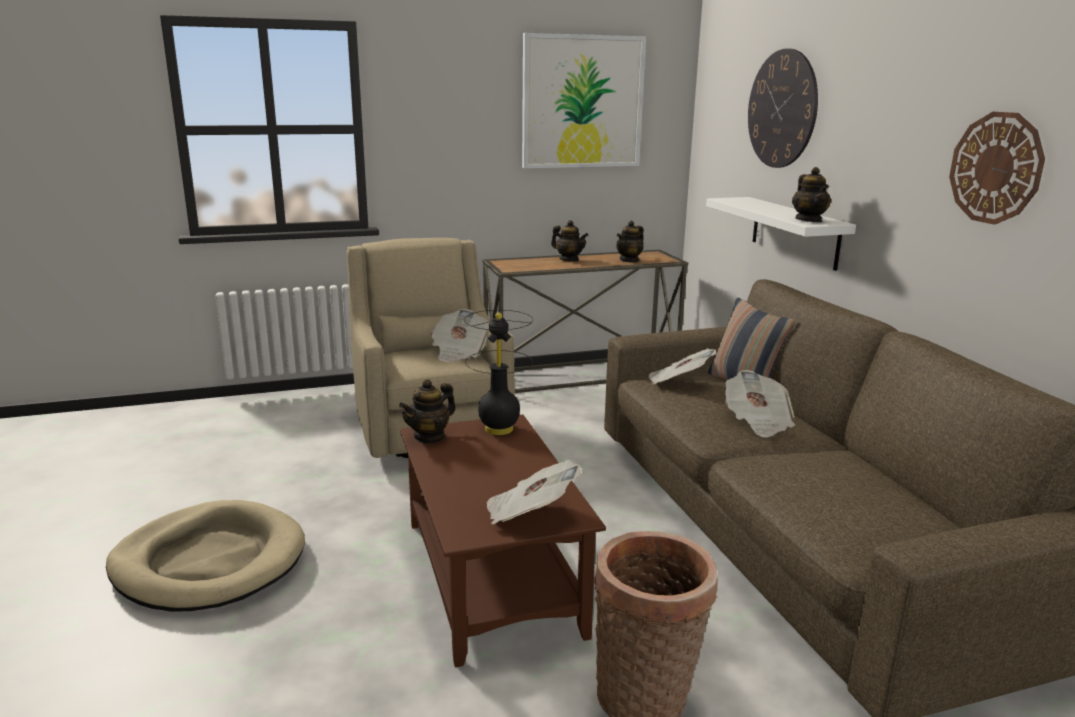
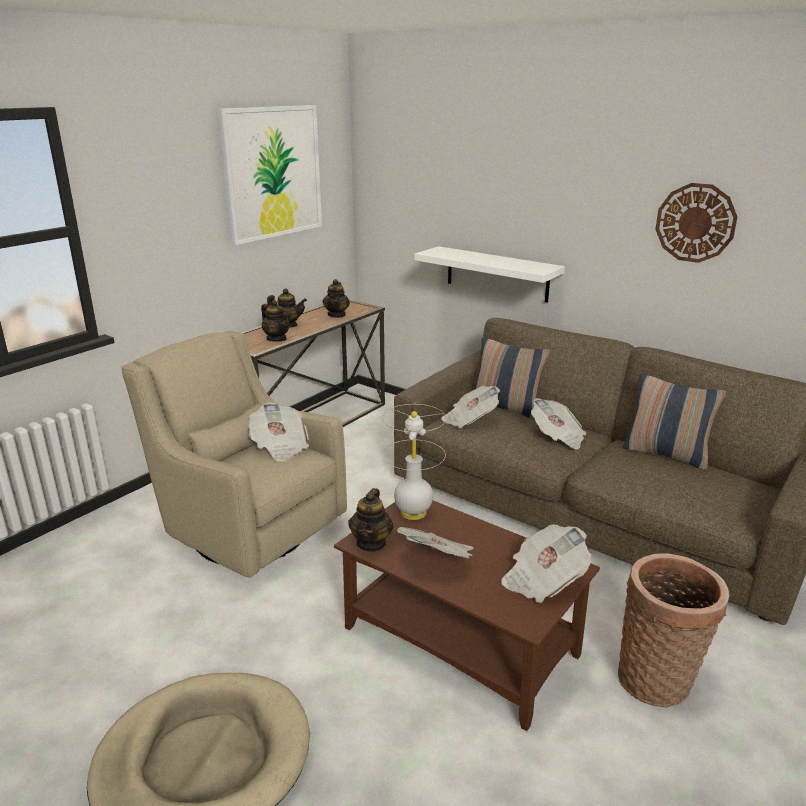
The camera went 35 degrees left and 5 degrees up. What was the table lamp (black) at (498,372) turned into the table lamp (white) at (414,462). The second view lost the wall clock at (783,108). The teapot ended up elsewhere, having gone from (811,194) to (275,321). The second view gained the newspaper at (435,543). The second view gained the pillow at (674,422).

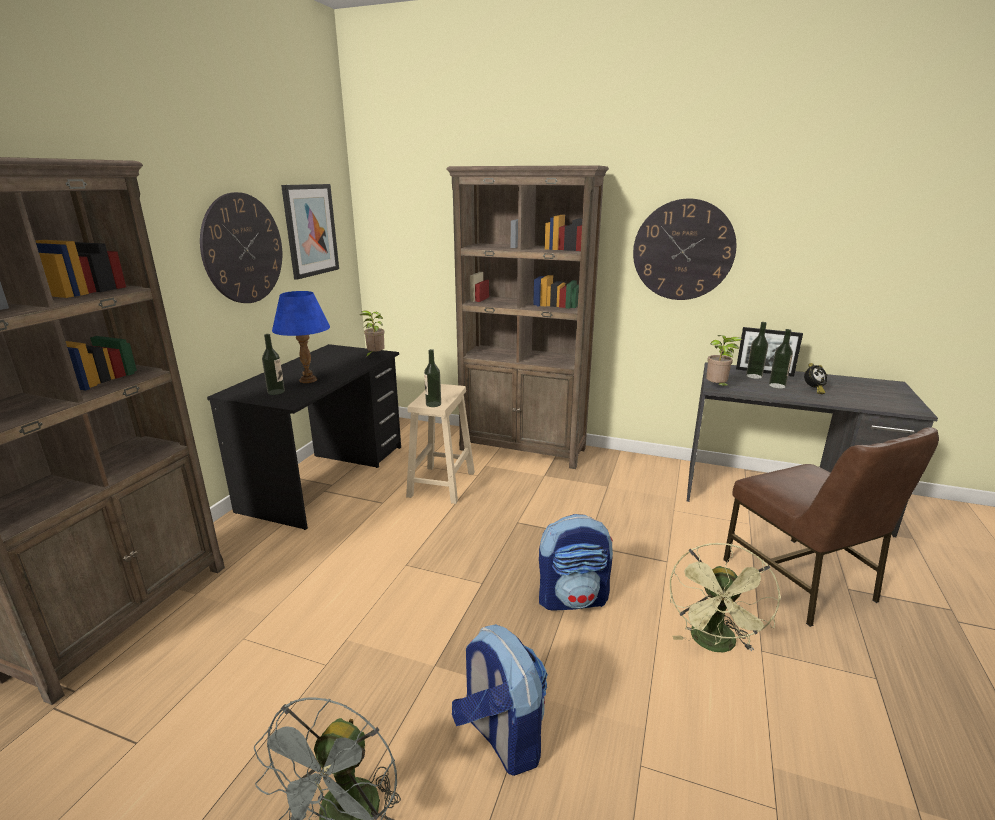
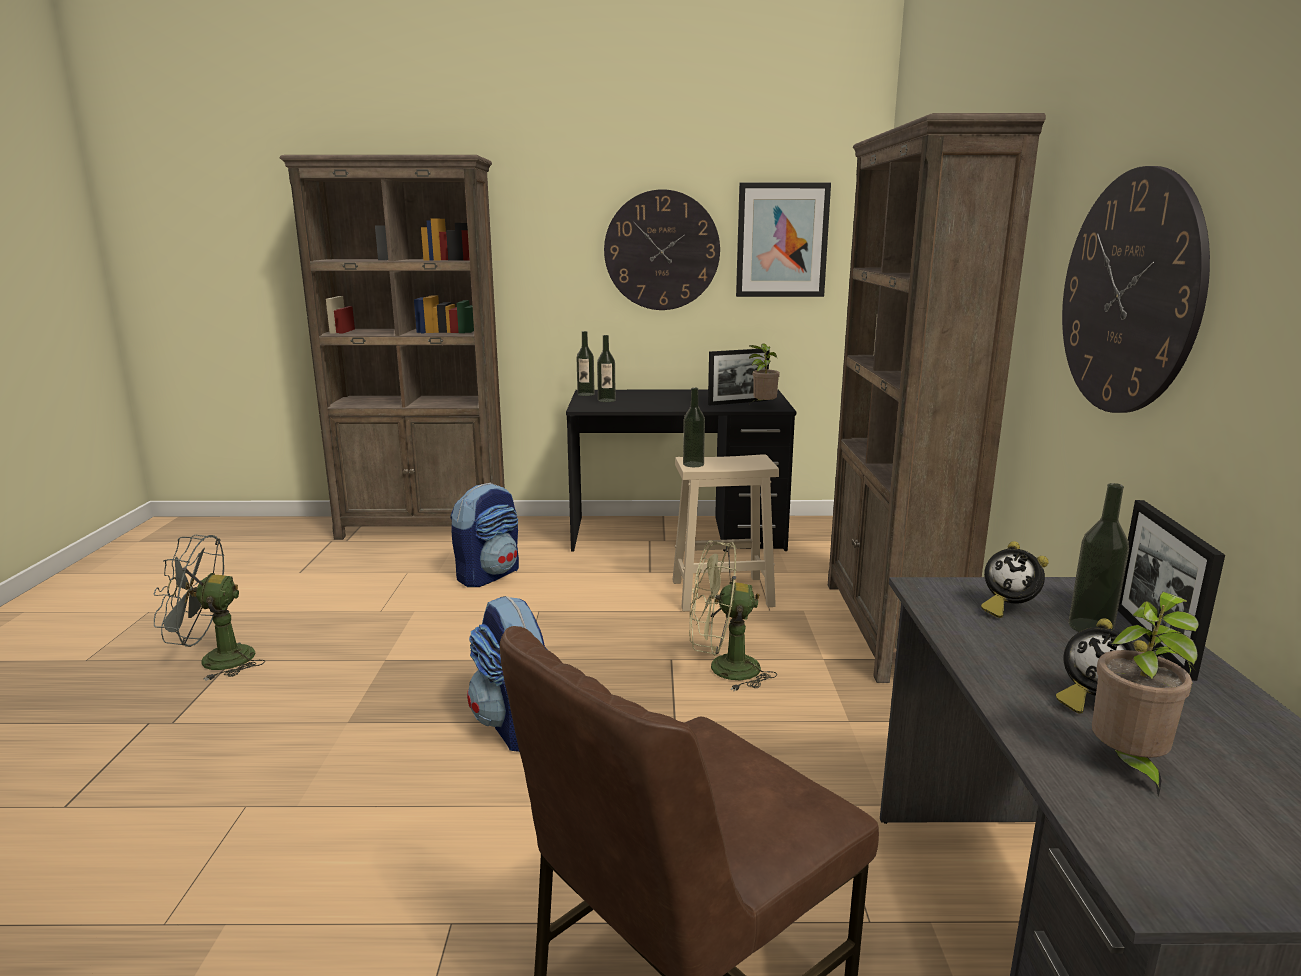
The camera went 70 degrees right and 5 degrees down. The second view lost the table lamp (blue) at (301,337). The backpack ended up elsewhere, having gone from (500,700) to (484,535). The fan (green) ended up elsewhere, having gone from (725,598) to (733,616). The potted plant ended up elsewhere, having gone from (724,360) to (1145,694). The bottle ended up elsewhere, having gone from (781,359) to (586,363). The second view gained the picture frame at (739,377). The second view gained the alarm clock at (1015,579).

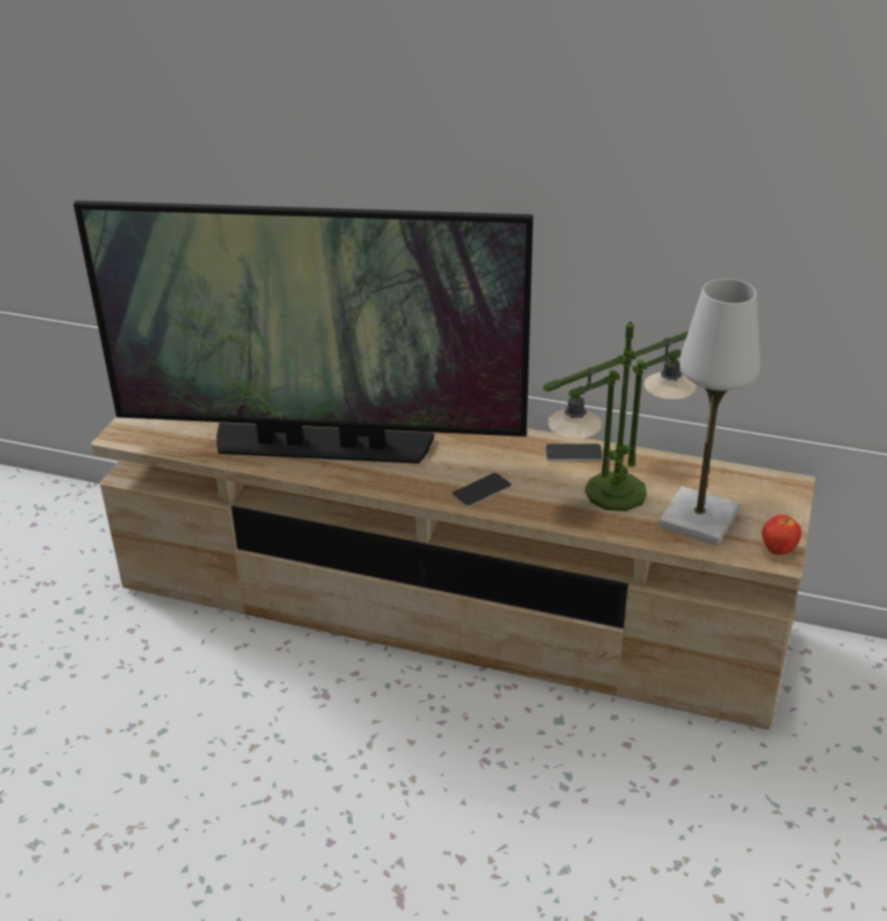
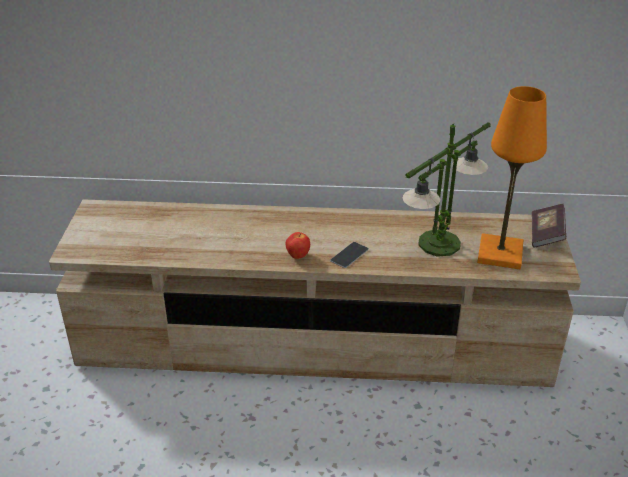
The camera went 15 degrees left and 0 degrees up. The second view lost the television at (303,332). The second view lost the phone at (574,452). What was the table lamp (white) at (709,412) turned into the table lamp (orange) at (512,177). The apple ended up elsewhere, having gone from (781,535) to (298,245). The second view gained the book at (549,226).

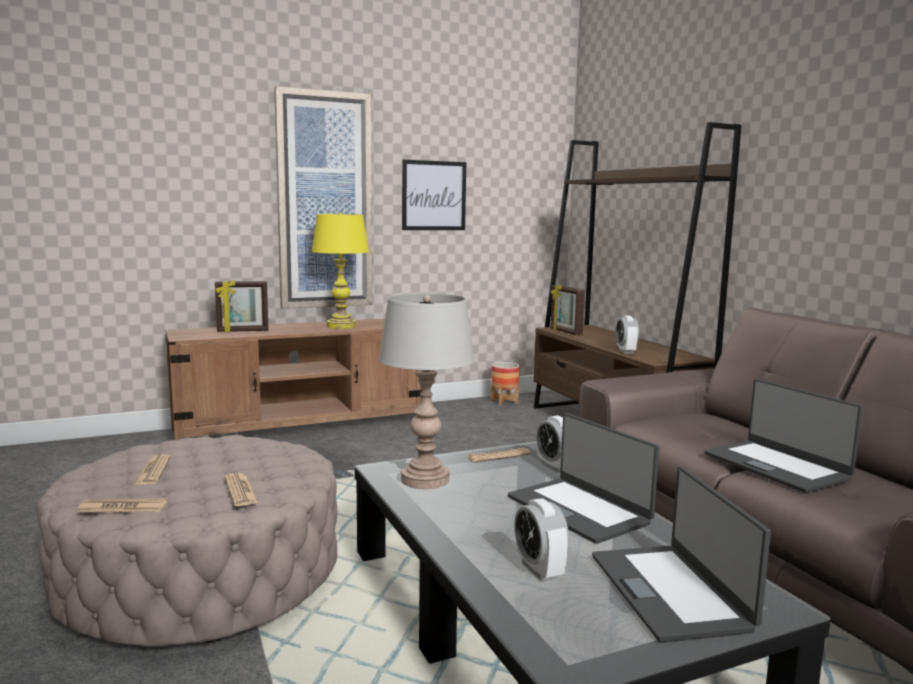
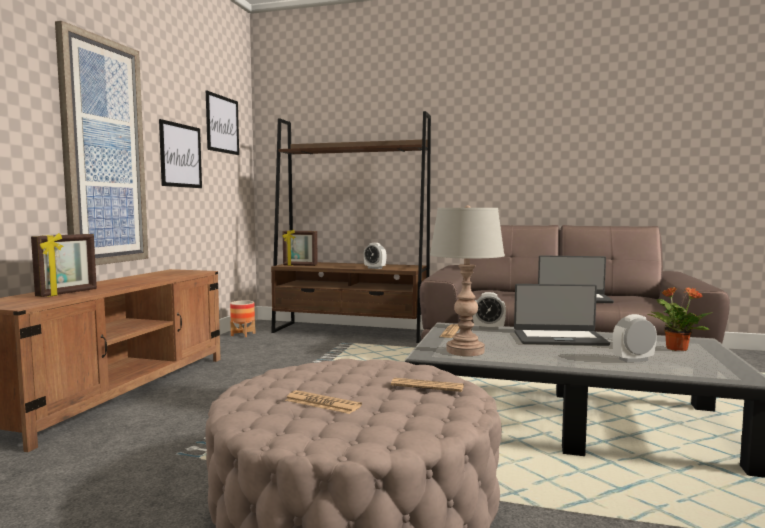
The camera went 50 degrees left and 5 degrees down. The second view lost the newspaper at (121,506). The second view lost the table lamp (yellow) at (340,271). The alarm clock at (541,539) ended up facing another way, 150 degrees clockwise from before. Where the laptop stood at (681,554), the potted plant came to stand at (680,319). The second view gained the picture at (222,123).

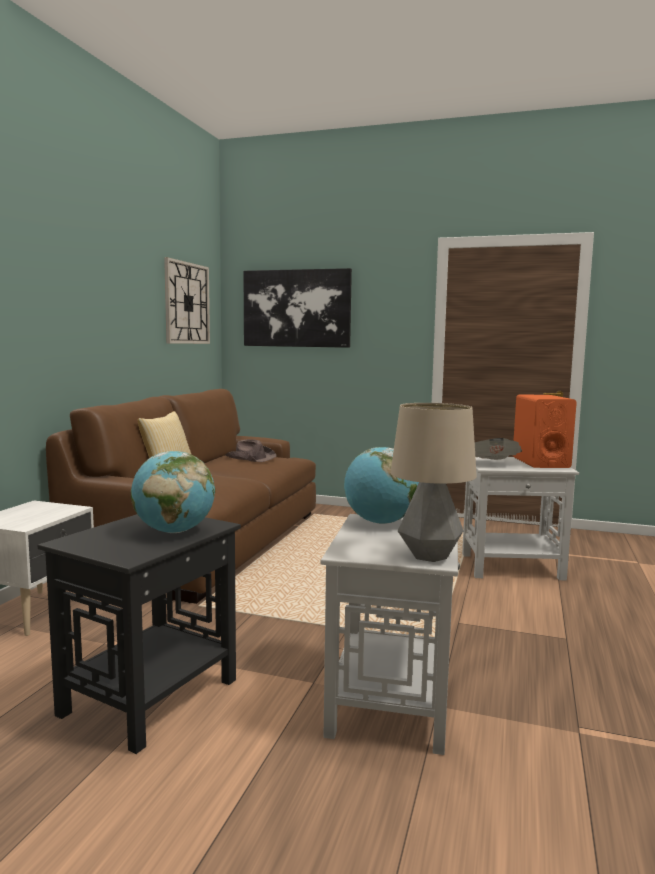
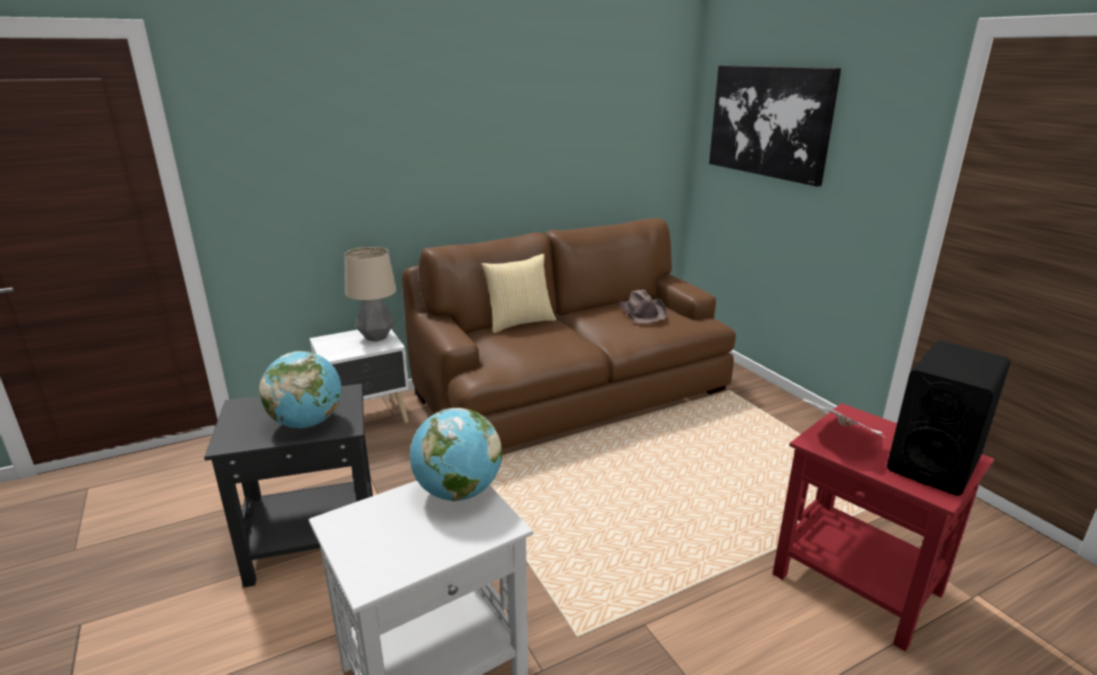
The camera went 45 degrees right and 15 degrees up. The second view lost the wall clock at (187,300). The table lamp ended up elsewhere, having gone from (434,482) to (371,294). What was the side table (white) at (520,518) turned into the side table (red) at (883,527). What was the speaker (orange) at (545,431) turned into the speaker (black) at (949,418).

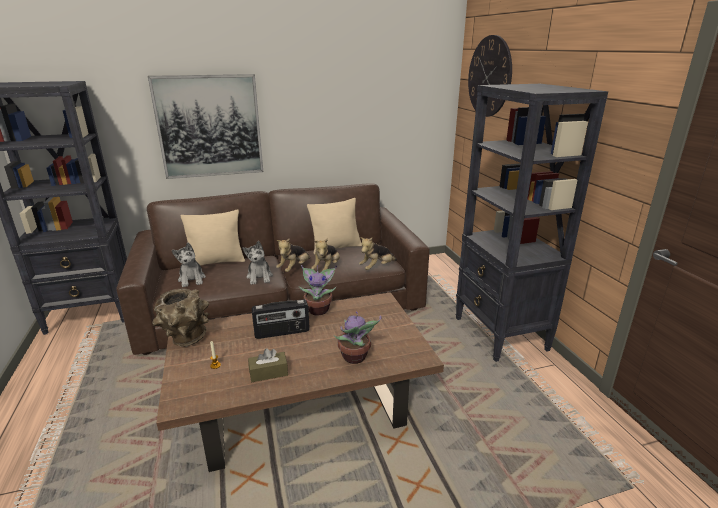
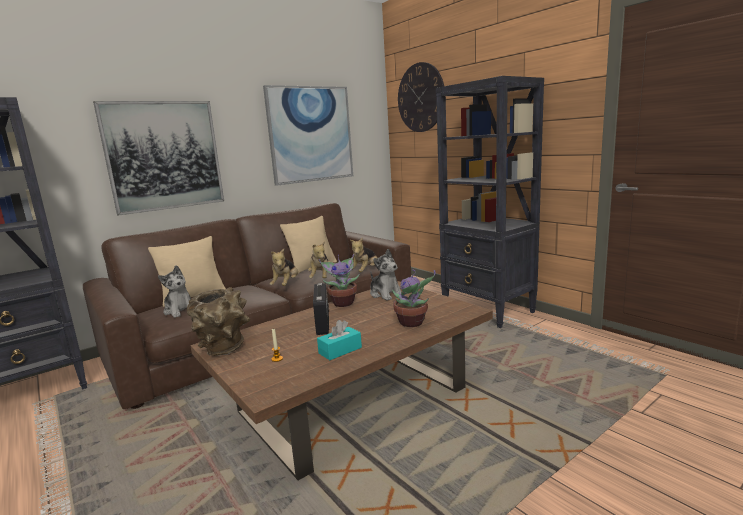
The camera went 20 degrees left and 10 degrees down. The plush toy ended up elsewhere, having gone from (257,263) to (386,275). What was the tissue box (brown) at (268,365) turned into the tissue box (turquoise) at (339,340). The radio at (281,319) ended up facing another way, 60 degrees counterclockwise from before. The second view gained the picture at (308,135).

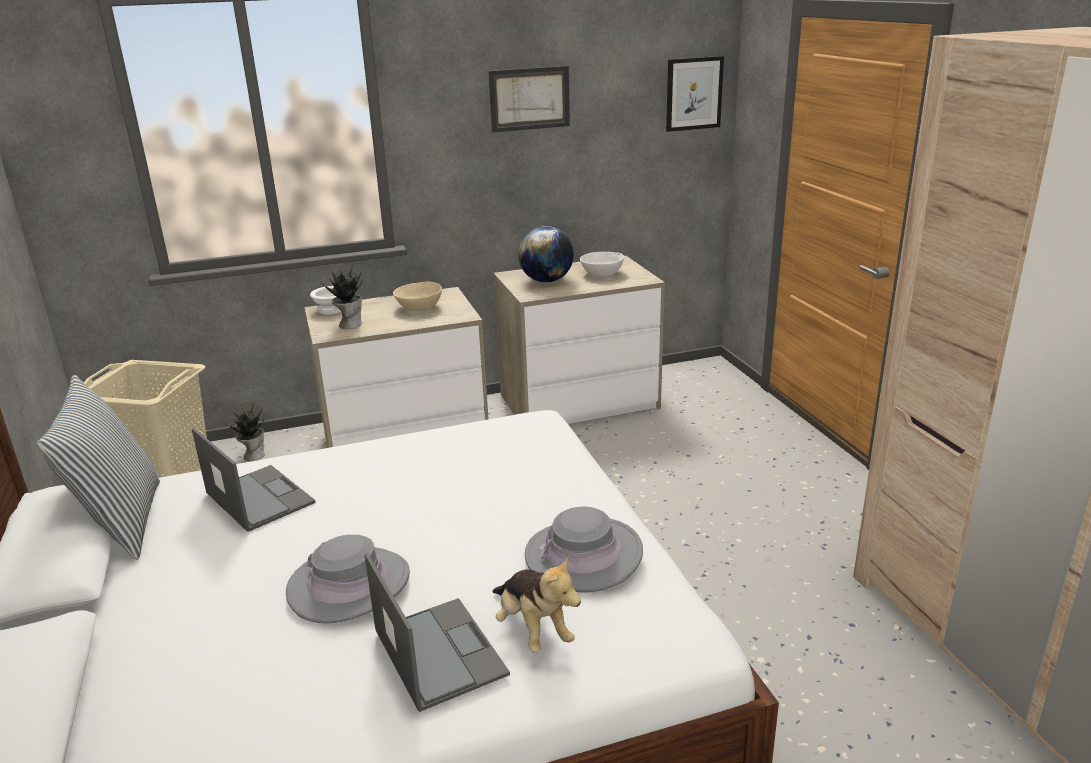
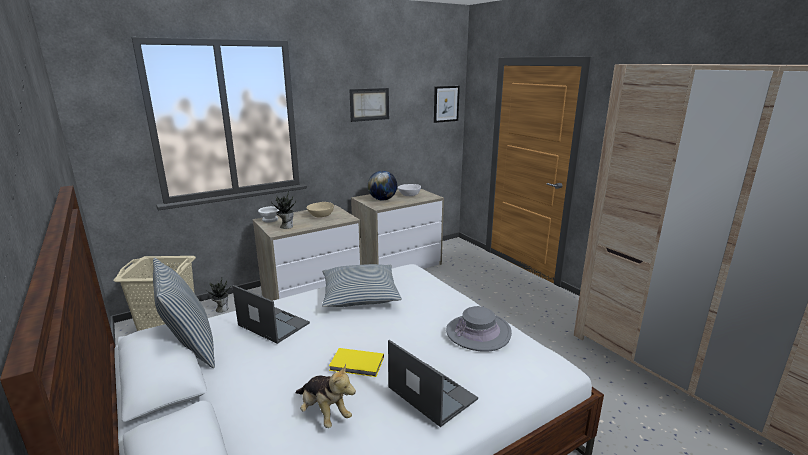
The camera went 15 degrees left and 5 degrees down. Where the hat (grey) stood at (348,579), the book (yellow) came to stand at (356,362). The plush toy ended up elsewhere, having gone from (536,605) to (325,396). The second view gained the pillow at (362,285).

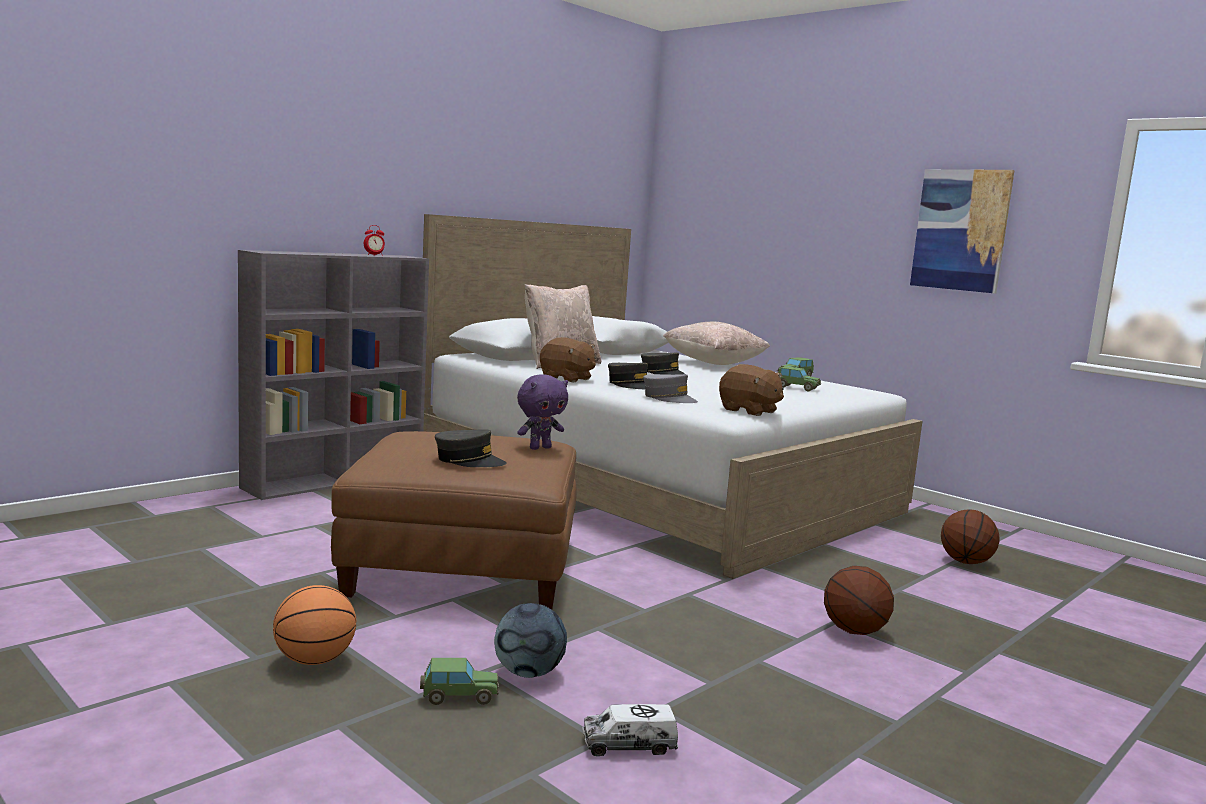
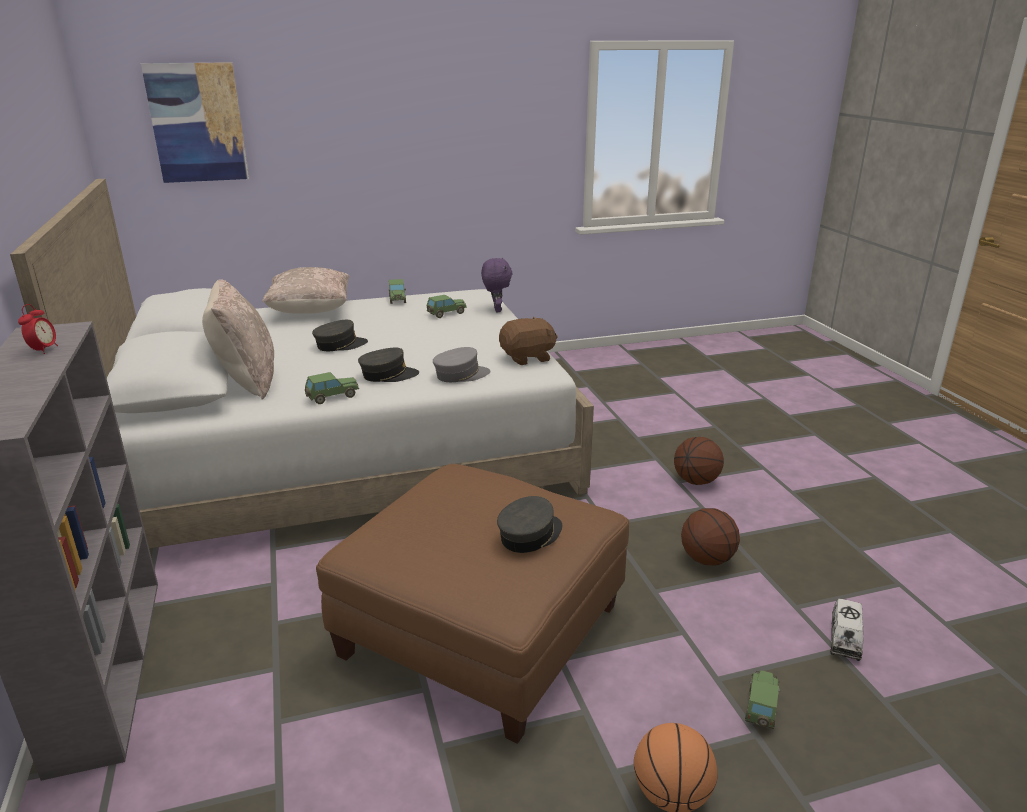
The camera went 60 degrees left and 15 degrees up. The second view lost the football at (530,640). The plush toy (purple) ended up elsewhere, having gone from (542,412) to (497,285). Where the plush toy (brown) stood at (568,360), the toy car came to stand at (332,388). The picture ended up elsewhere, having gone from (962,231) to (195,122). The basketball ended up elsewhere, having gone from (970,536) to (710,536).

